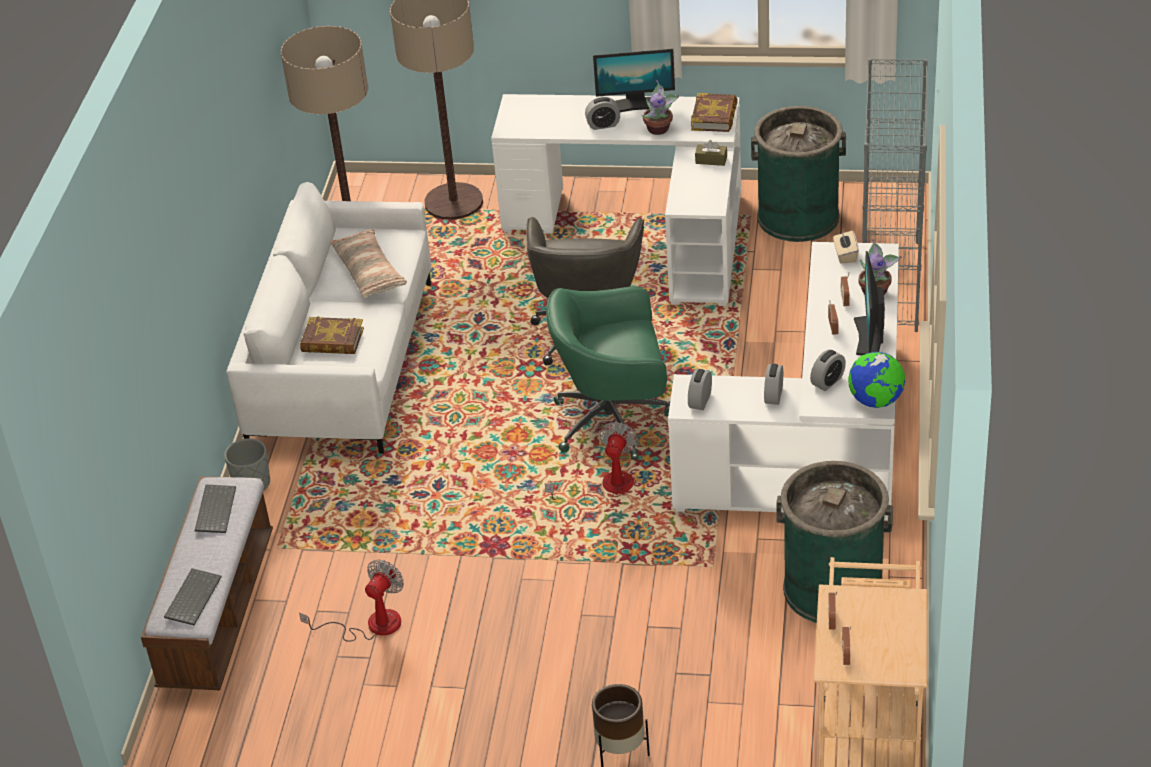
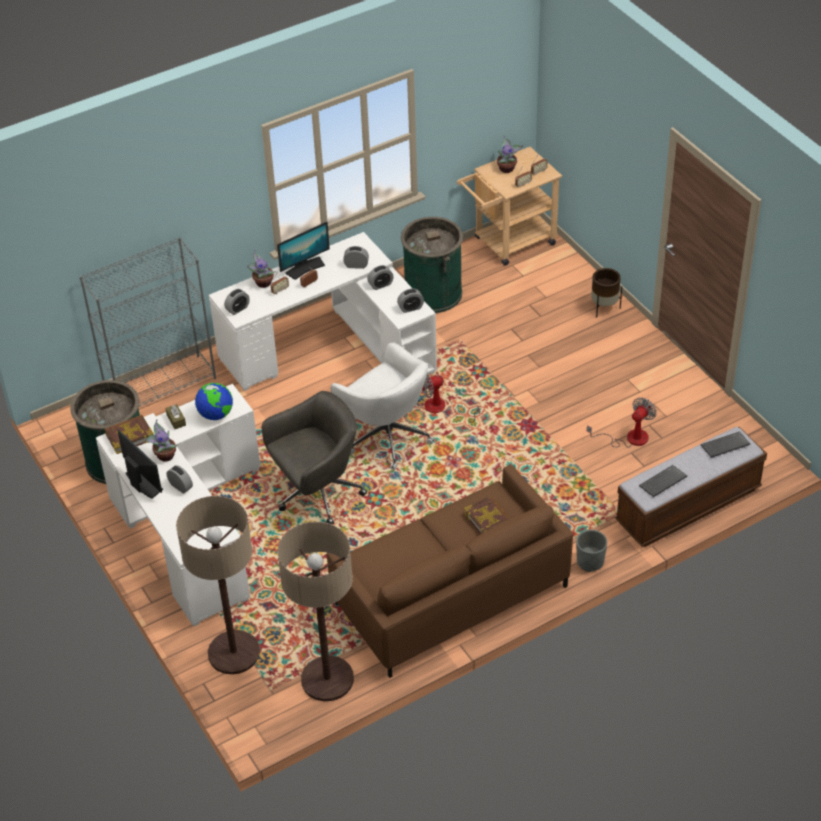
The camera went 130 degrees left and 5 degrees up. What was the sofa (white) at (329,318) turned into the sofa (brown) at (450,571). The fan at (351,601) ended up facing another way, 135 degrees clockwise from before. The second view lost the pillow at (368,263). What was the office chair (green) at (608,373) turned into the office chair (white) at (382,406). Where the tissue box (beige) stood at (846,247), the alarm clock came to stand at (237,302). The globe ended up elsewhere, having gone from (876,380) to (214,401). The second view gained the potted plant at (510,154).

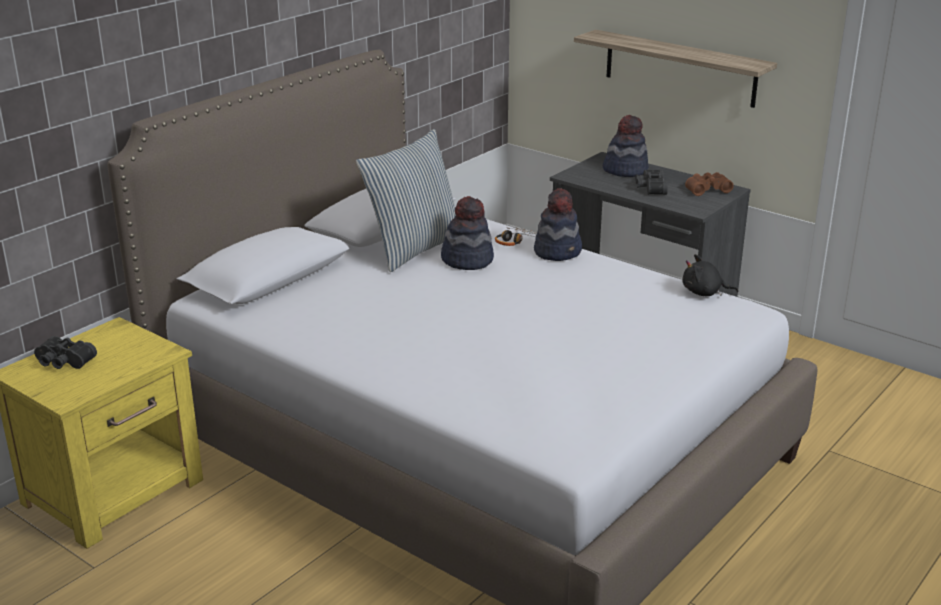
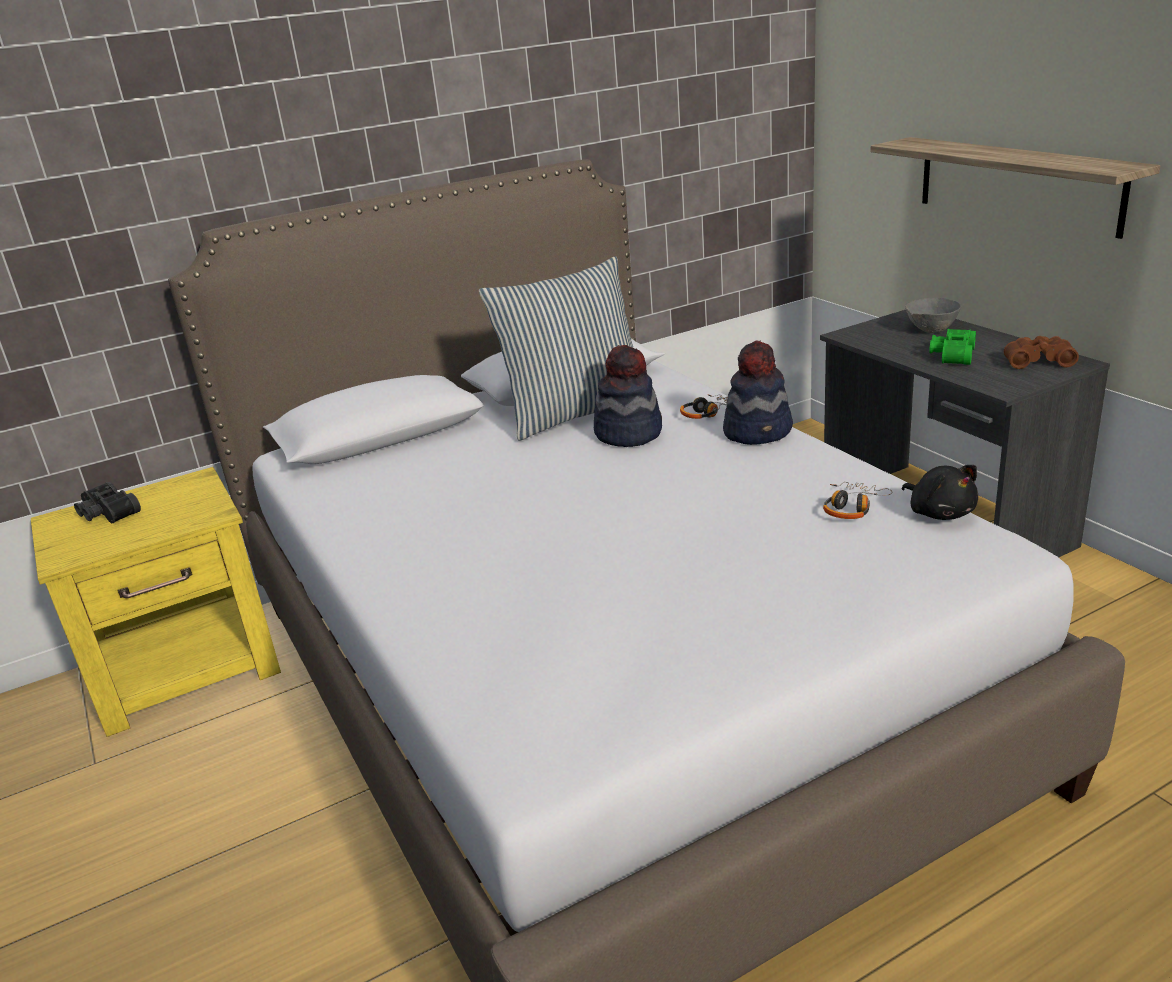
The camera went 25 degrees right and 0 degrees up. Where the hat stood at (625,146), the bowl (grey) came to stand at (933,315). What was the binoculars (black) at (651,182) turned into the binoculars (green) at (952,347). The plush toy (black) at (710,275) ended up facing another way, 150 degrees counterclockwise from before. The second view gained the headphones at (857,500).

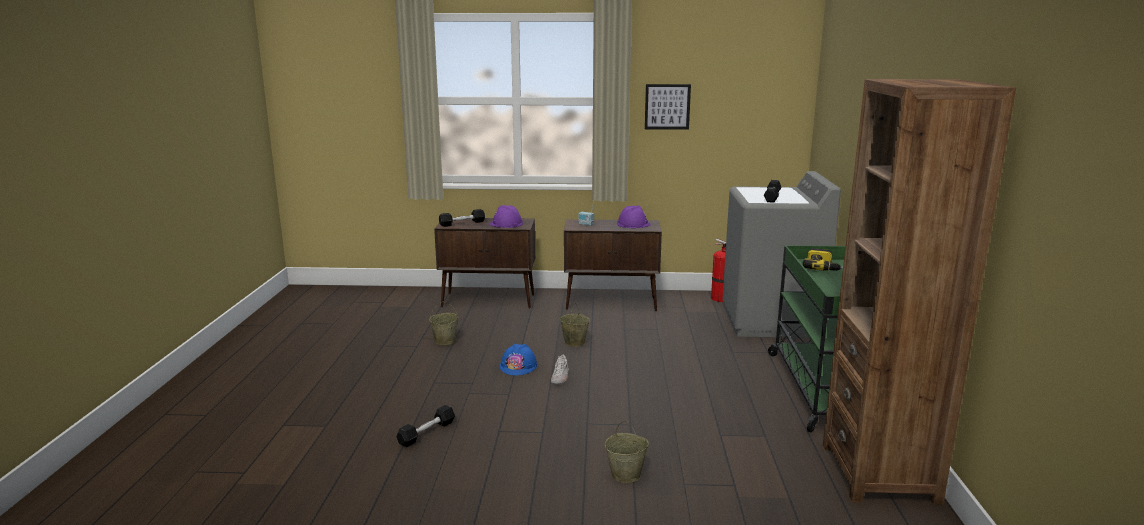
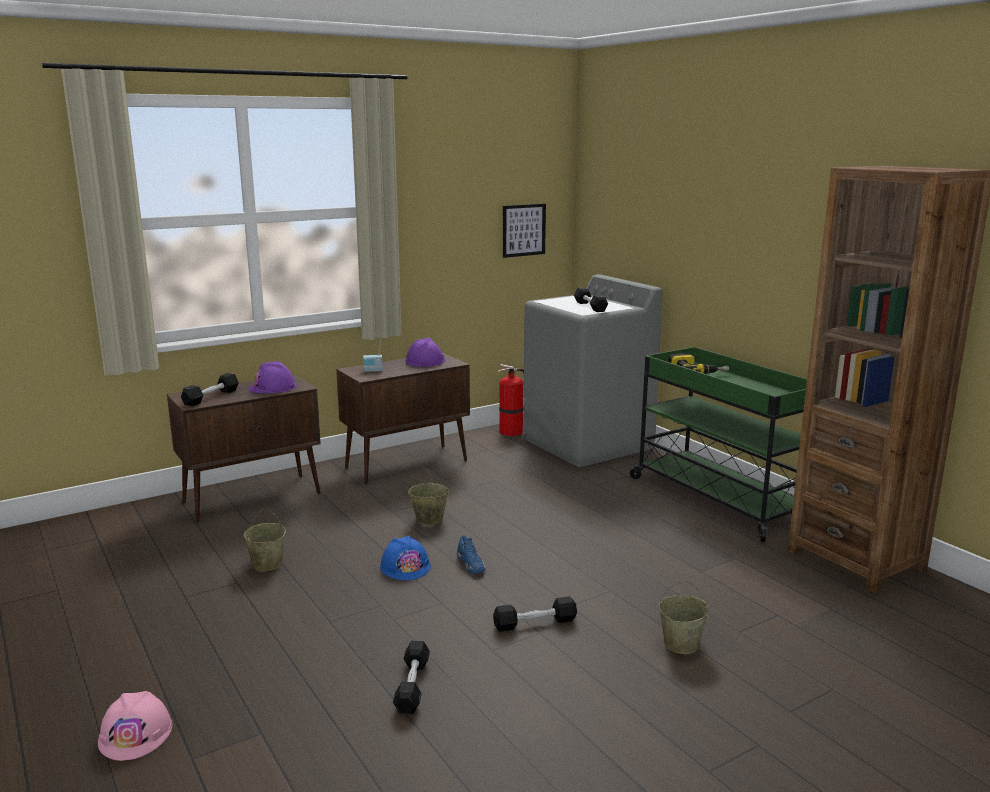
The camera went 35 degrees left and 0 degrees up. What was the shoe (white) at (560,369) turned into the shoe (blue) at (471,554). The picture ended up elsewhere, having gone from (668,107) to (524,231). The second view gained the hard hat (pink) at (135,726). The second view gained the dumbbell (black) at (535,614).

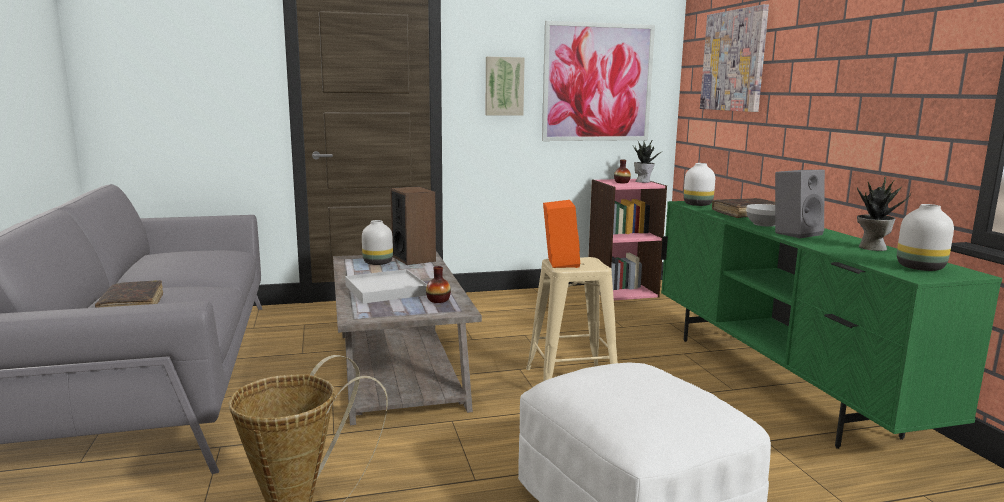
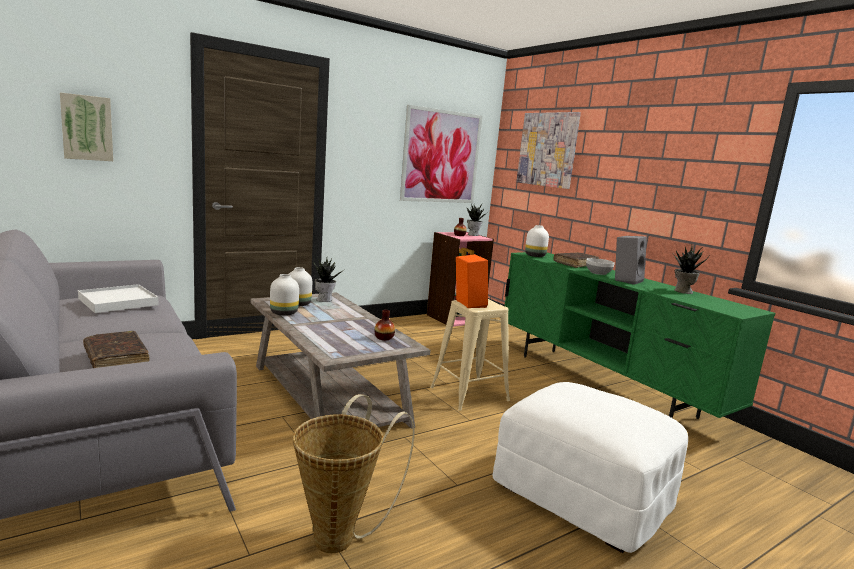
The camera went 20 degrees left and 0 degrees up. The tray (white) ended up elsewhere, having gone from (386,286) to (118,298). Where the speaker stood at (413,225), the potted plant came to stand at (329,279). The picture ended up elsewhere, having gone from (505,86) to (86,126). The vase (white) ended up elsewhere, having gone from (925,237) to (284,295).

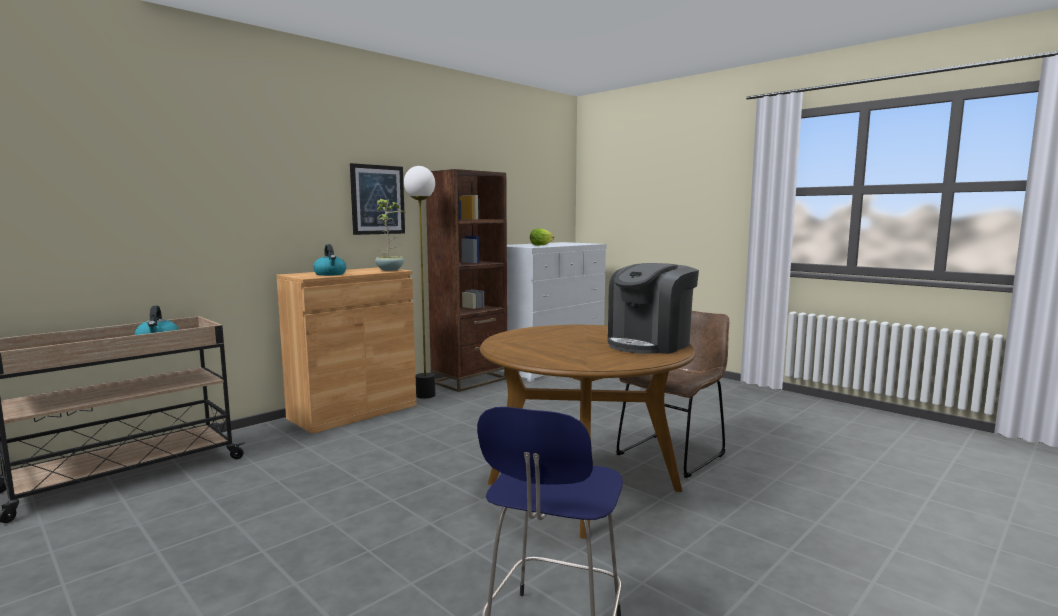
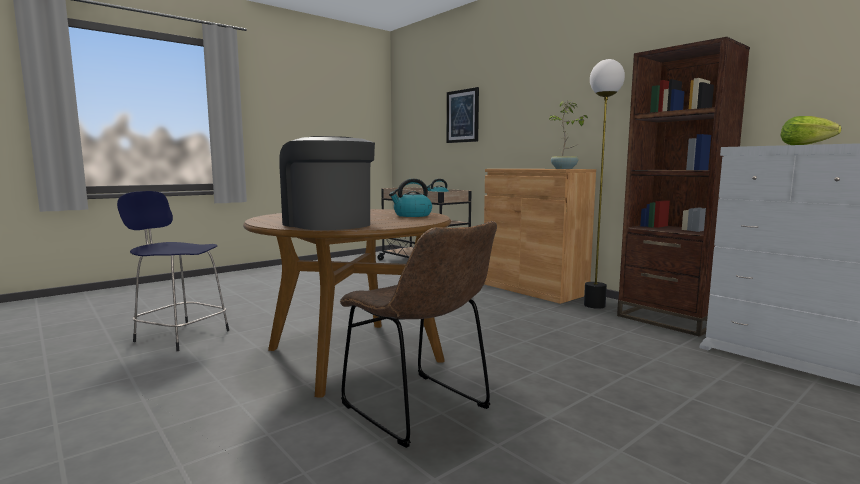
The camera went 95 degrees right and 0 degrees up. The kettle ended up elsewhere, having gone from (329,260) to (410,198). The picture ended up elsewhere, having gone from (377,199) to (463,115).

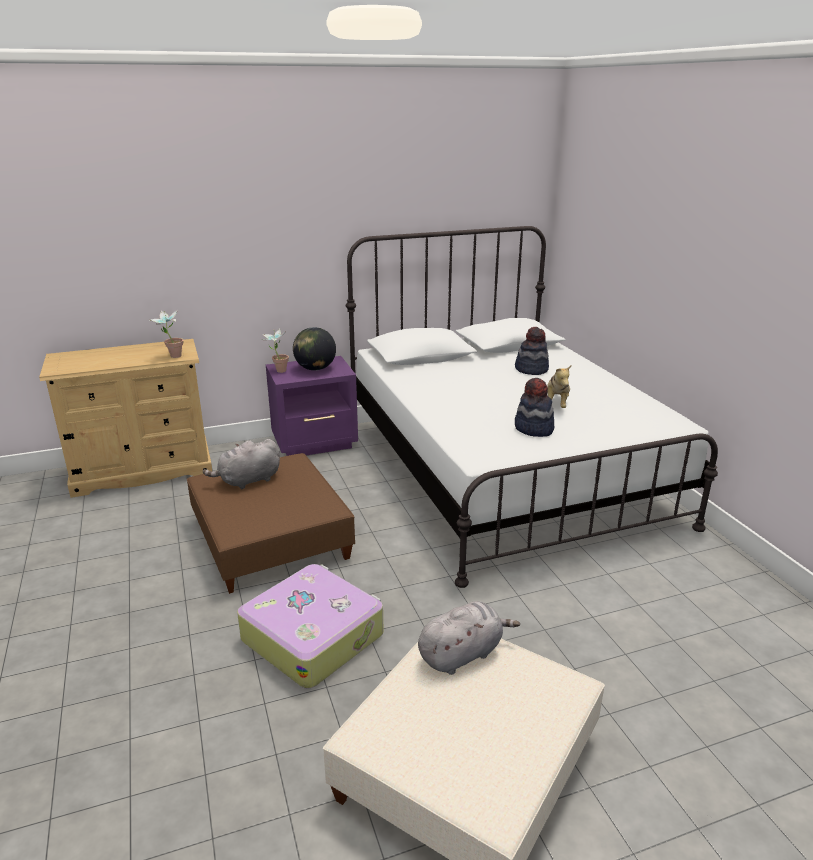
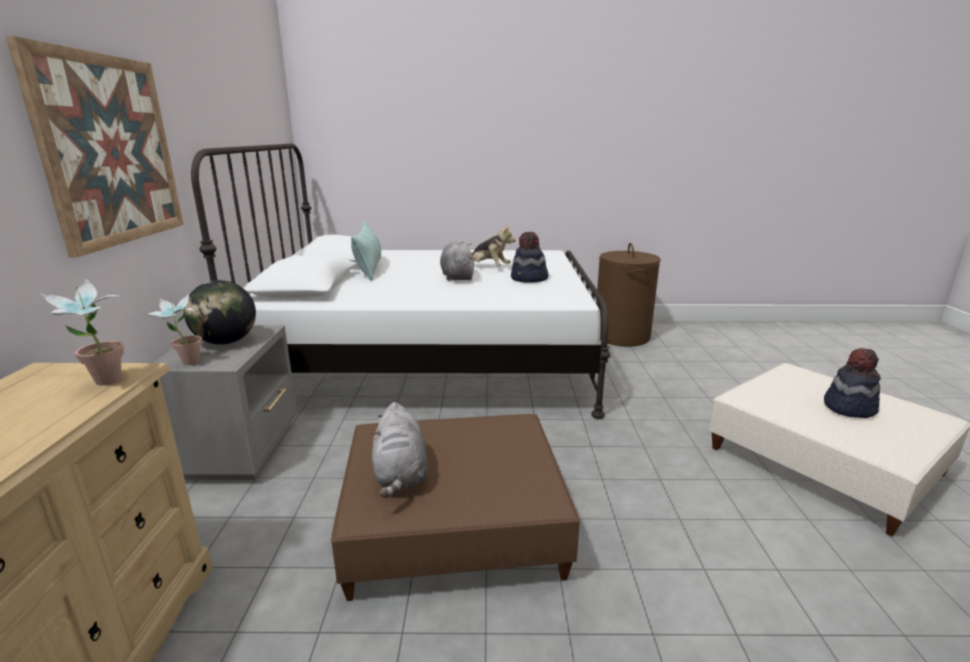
The camera went 70 degrees left and 5 degrees down. The second view lost the suitcase at (310,626). What was the nightstand (purple) at (312,406) turned into the nightstand (grey) at (225,402). The plush toy (grey) ended up elsewhere, having gone from (469,638) to (457,260). The hat ended up elsewhere, having gone from (532,351) to (852,383). The second view gained the picture at (95,146). The second view gained the pillow at (366,251). The second view gained the laundry basket (brown) at (628,295).

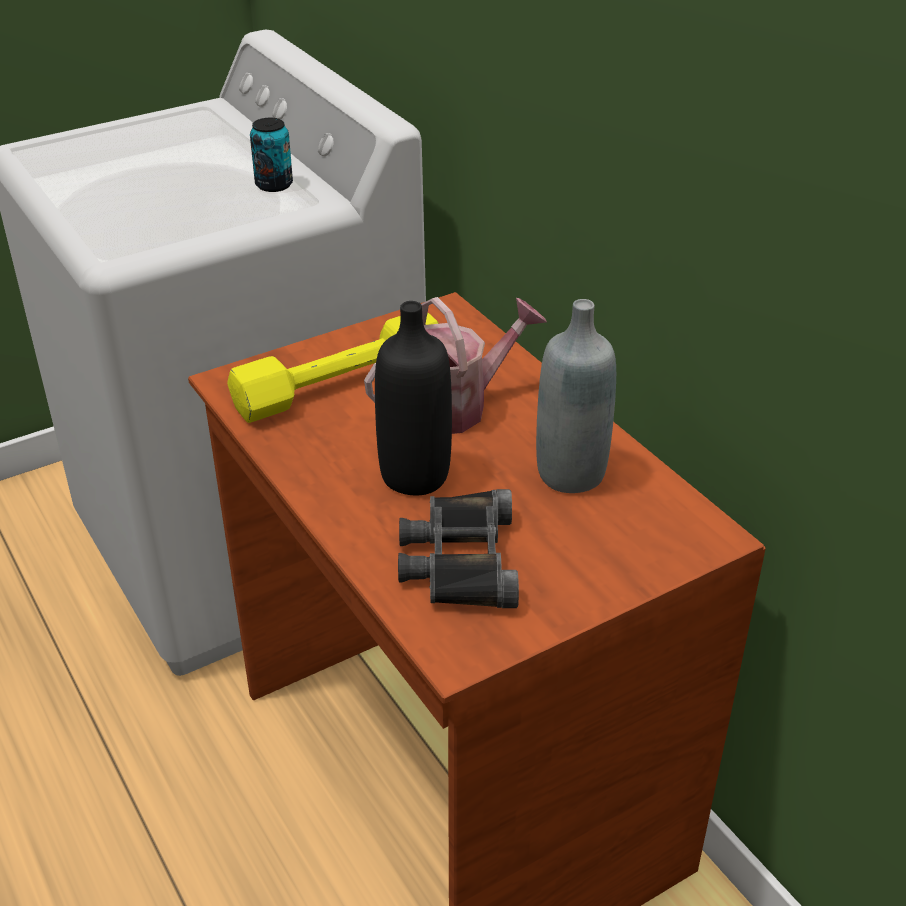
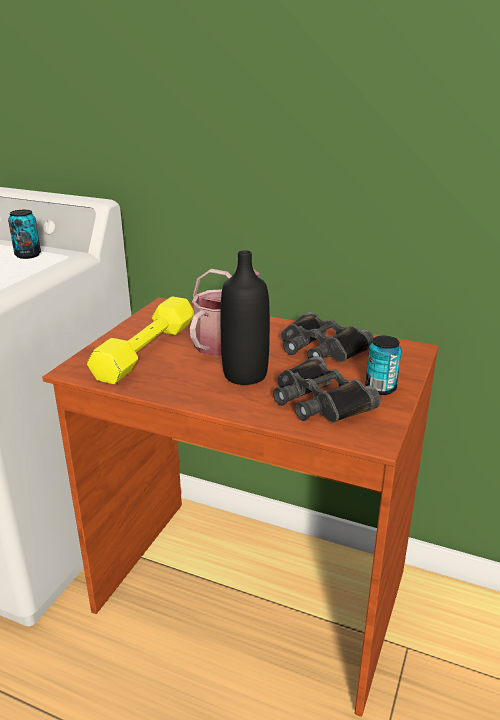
The camera went 35 degrees left and 10 degrees down. Where the bottle (grey) stood at (576,396), the binoculars (black) came to stand at (327,337). The second view gained the can at (384,365).

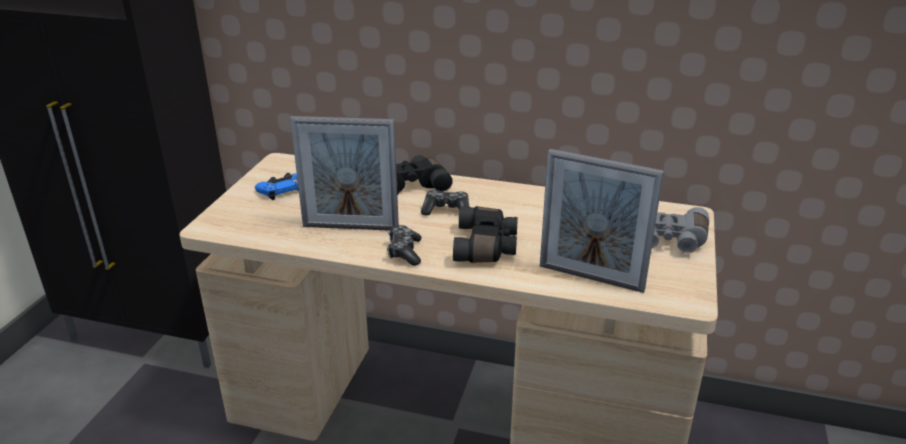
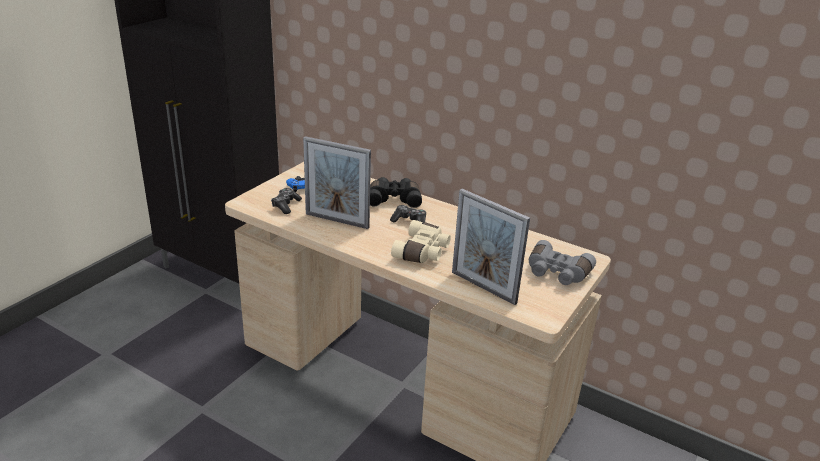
The camera went 15 degrees right and 0 degrees up. The game controller ended up elsewhere, having gone from (404,245) to (286,201). What was the binoculars (black) at (485,234) turned into the binoculars (beige) at (421,241).

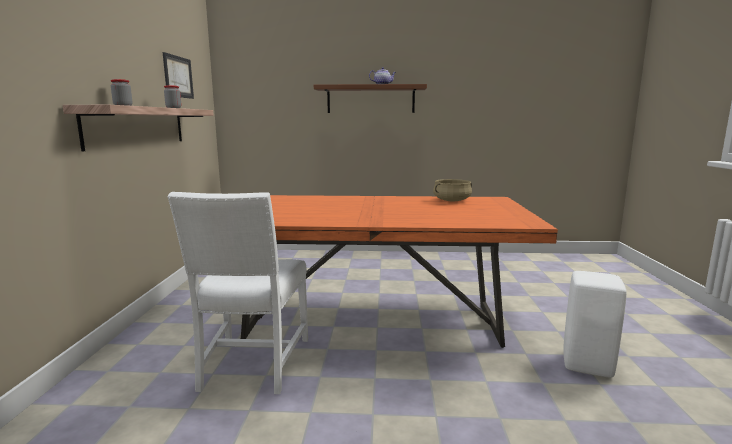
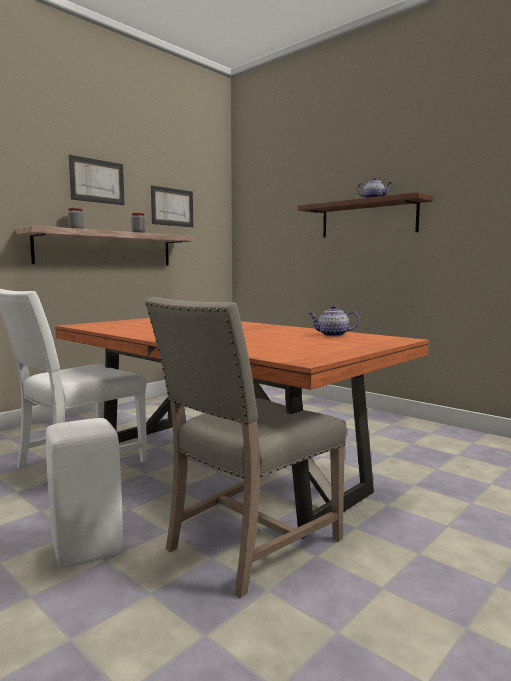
The camera went 40 degrees right and 5 degrees down. Where the cooking pot (beige) stood at (452,190), the teapot came to stand at (334,320). The stool (white) ended up elsewhere, having gone from (595,324) to (84,493). The second view gained the picture at (97,180). The second view gained the chair (beige) at (246,447).

